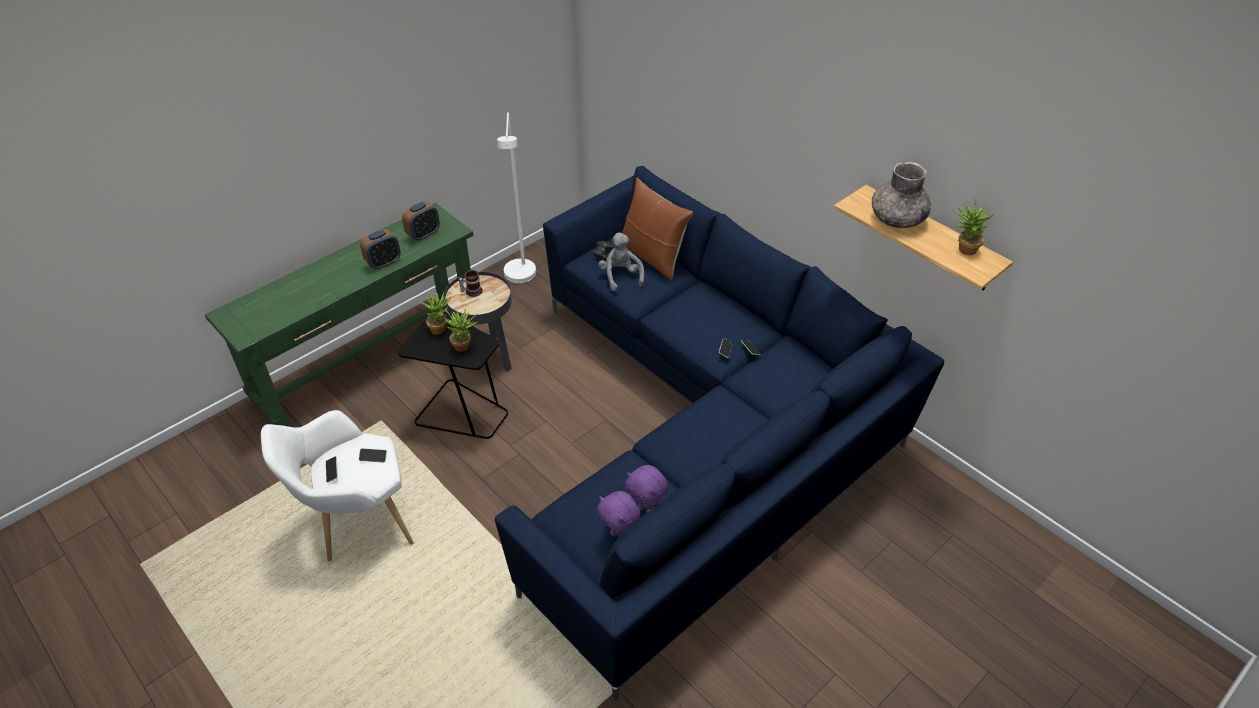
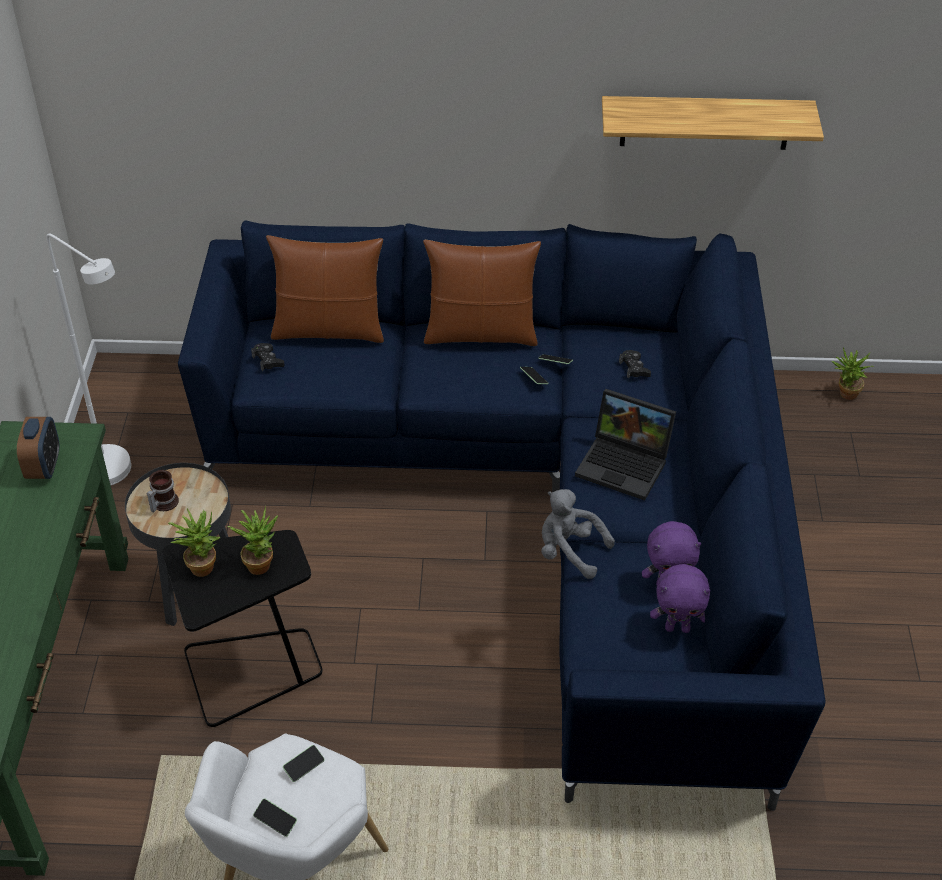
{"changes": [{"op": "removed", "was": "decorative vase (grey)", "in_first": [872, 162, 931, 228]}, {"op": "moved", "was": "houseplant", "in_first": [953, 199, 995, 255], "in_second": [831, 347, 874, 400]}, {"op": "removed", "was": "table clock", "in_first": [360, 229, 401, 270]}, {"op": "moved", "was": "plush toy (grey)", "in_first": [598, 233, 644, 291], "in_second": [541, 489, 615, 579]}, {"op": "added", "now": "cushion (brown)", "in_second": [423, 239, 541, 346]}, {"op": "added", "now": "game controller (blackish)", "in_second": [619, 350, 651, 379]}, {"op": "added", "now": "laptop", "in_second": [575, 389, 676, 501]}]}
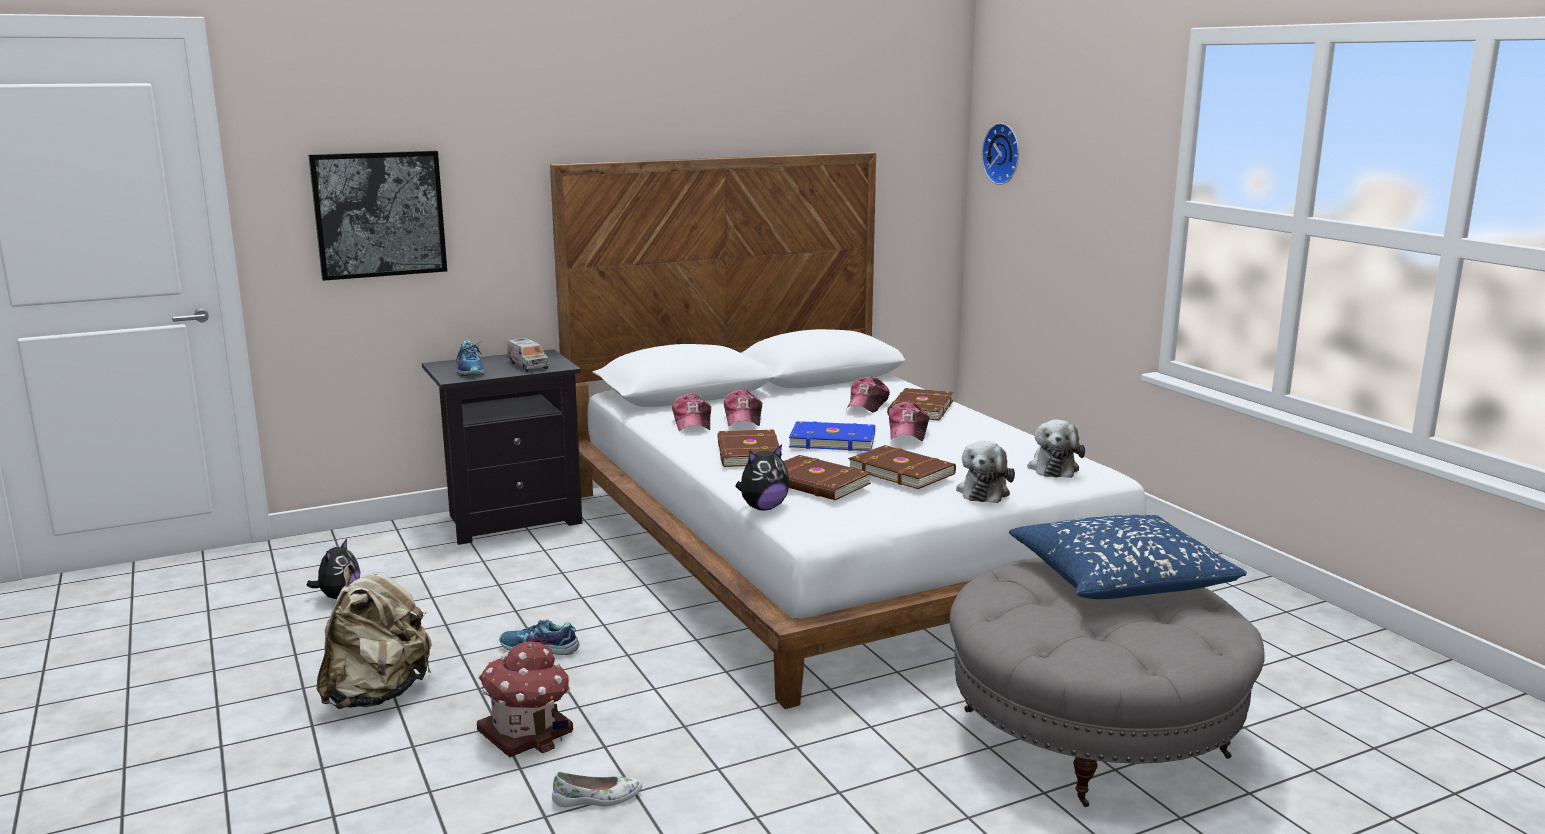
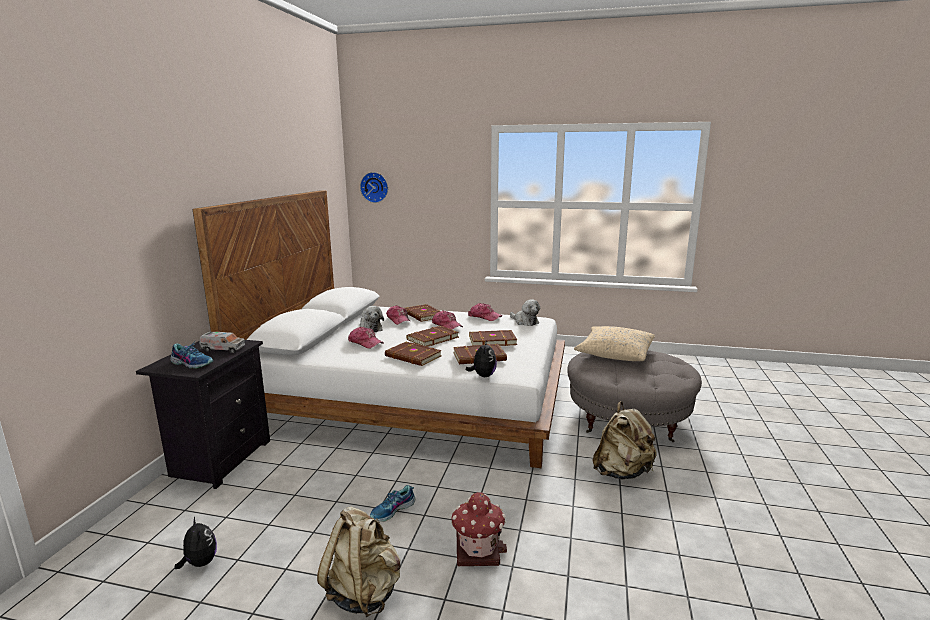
{"changes": [{"op": "removed", "was": "picture", "in_first": [308, 151, 447, 281]}, {"op": "moved", "was": "cap", "in_first": [672, 393, 711, 431], "in_second": [468, 303, 502, 321]}, {"op": "recoloured", "was": "book (bluish)", "now": "book (brown)", "in_first": [789, 421, 875, 451], "in_second": [406, 326, 459, 347]}, {"op": "moved", "was": "plush toy", "in_first": [956, 441, 1015, 503], "in_second": [360, 306, 384, 332]}, {"op": "recoloured", "was": "cushion (bluish)", "now": "cushion (beige)", "in_first": [1009, 515, 1247, 599], "in_second": [574, 326, 655, 361]}, {"op": "removed", "was": "low shoe (white-coloured)", "in_first": [552, 772, 642, 807]}, {"op": "added", "now": "backpack (beige)", "in_second": [592, 401, 657, 480]}]}
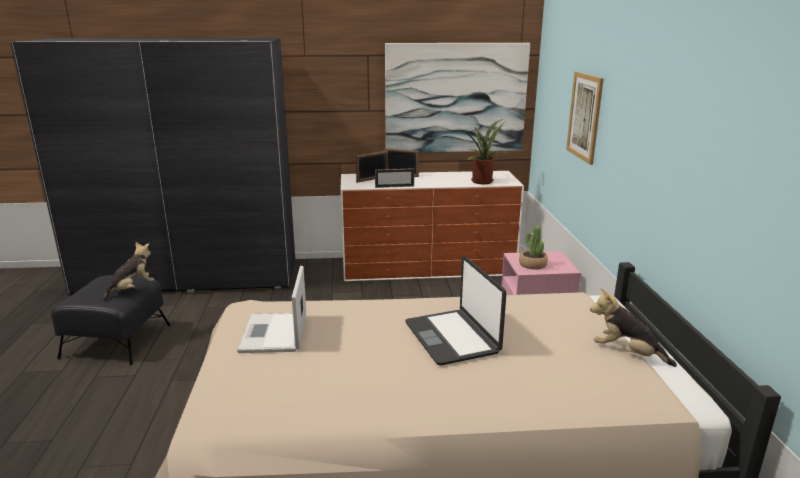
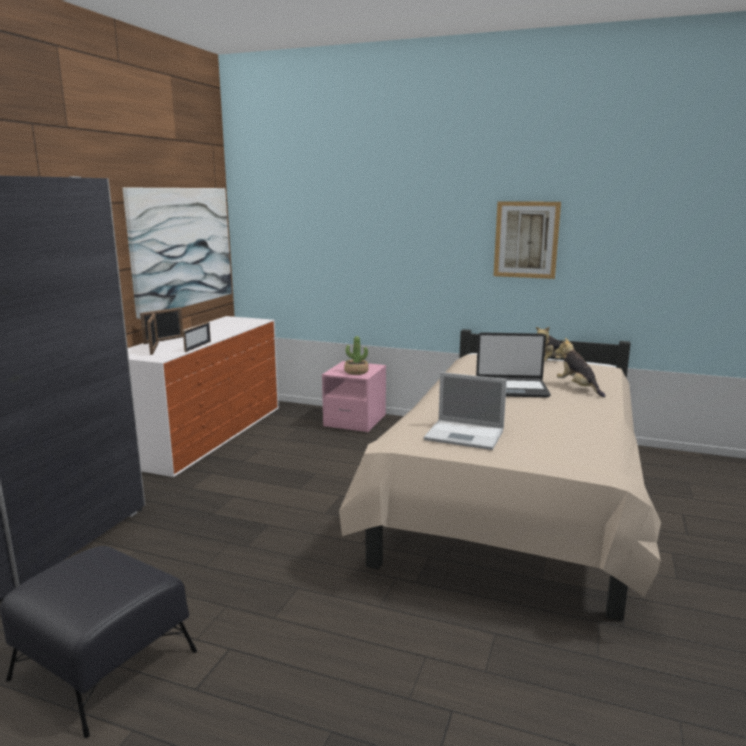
{"changes": [{"op": "moved", "was": "picture", "in_first": [566, 71, 604, 165], "in_second": [494, 201, 561, 279]}, {"op": "removed", "was": "houseplant", "in_first": [460, 119, 509, 184]}, {"op": "moved", "was": "plush toy", "in_first": [102, 242, 154, 301], "in_second": [555, 338, 606, 397]}]}
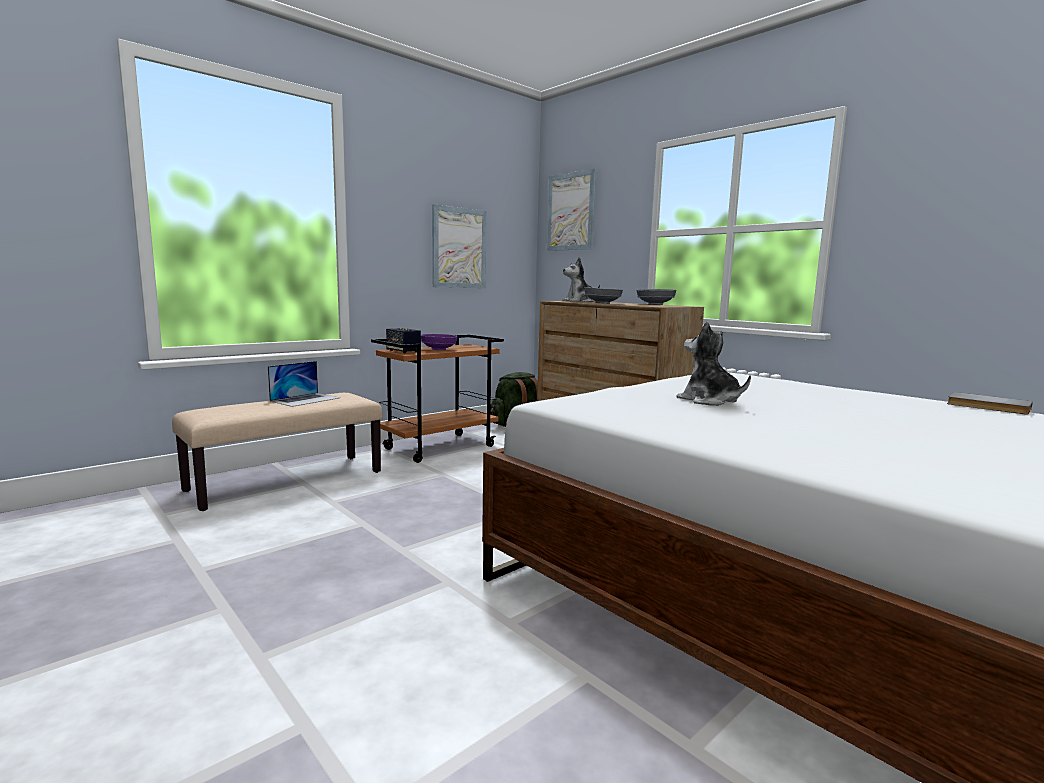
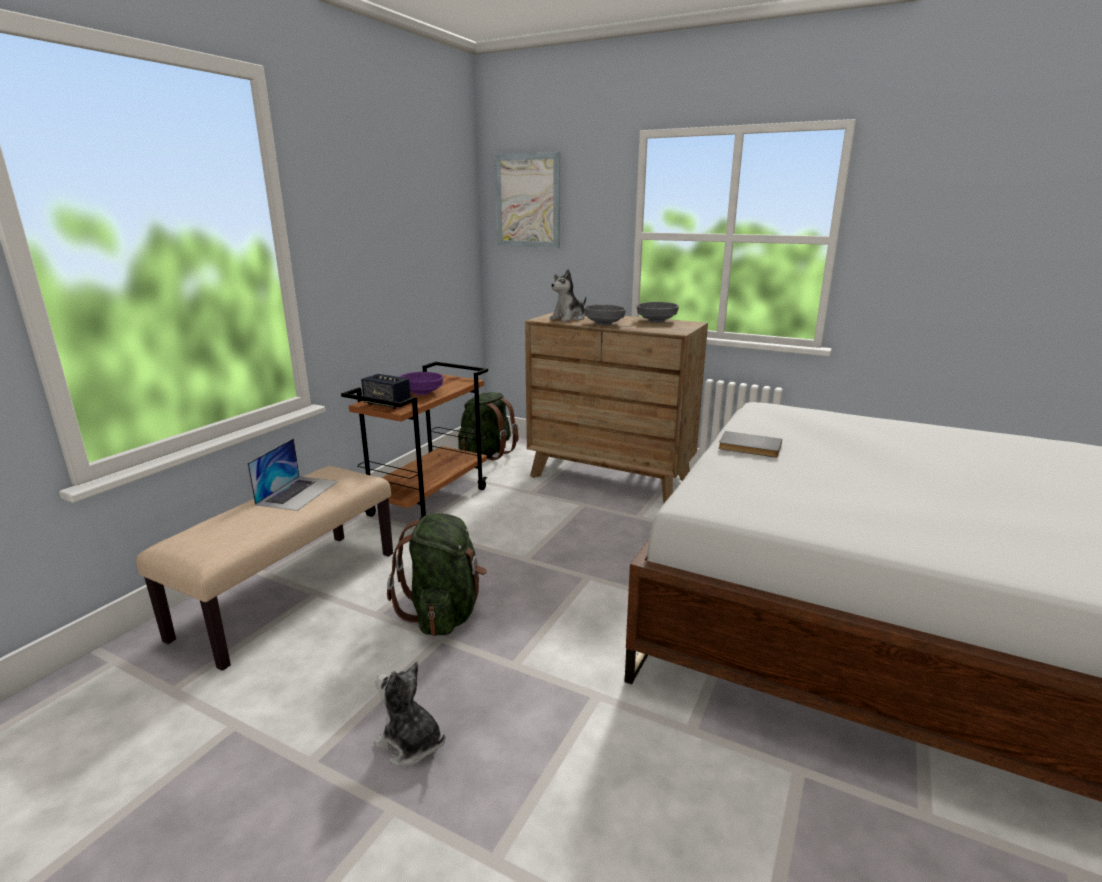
{"changes": [{"op": "removed", "was": "picture", "in_first": [432, 204, 487, 288]}, {"op": "moved", "was": "plush toy", "in_first": [676, 321, 751, 406], "in_second": [374, 661, 445, 766]}, {"op": "moved", "was": "book (grey)", "in_first": [947, 392, 1033, 415], "in_second": [719, 431, 782, 457]}, {"op": "added", "now": "backpack (greenish)", "in_second": [387, 513, 487, 636]}]}
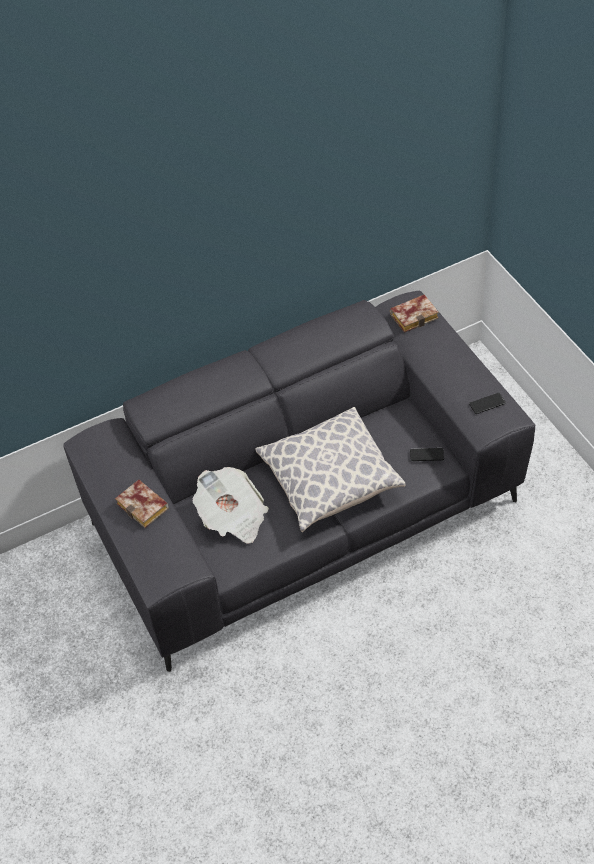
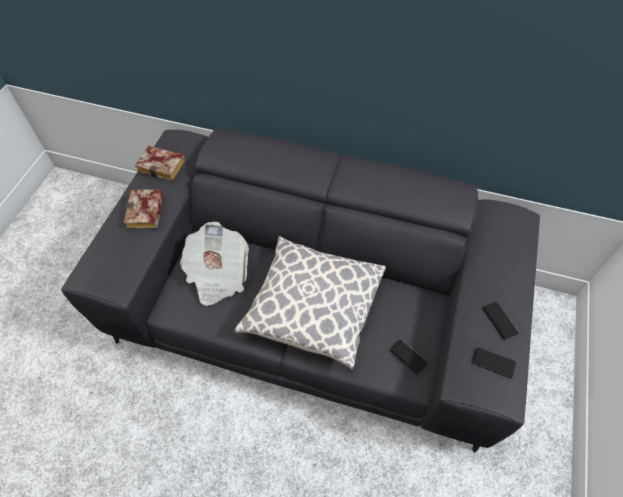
{"changes": [{"op": "moved", "was": "book", "in_first": [390, 295, 439, 333], "in_second": [135, 146, 185, 181]}, {"op": "added", "now": "phone", "in_second": [483, 302, 519, 340]}]}
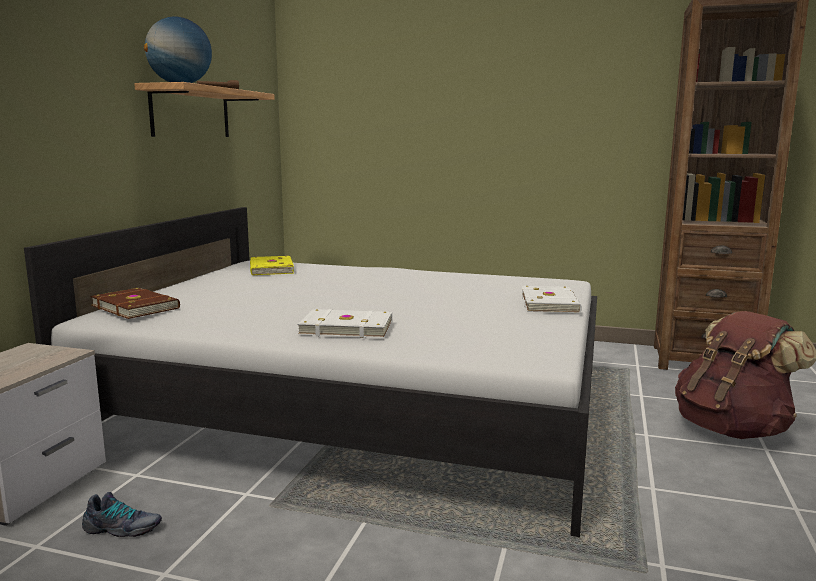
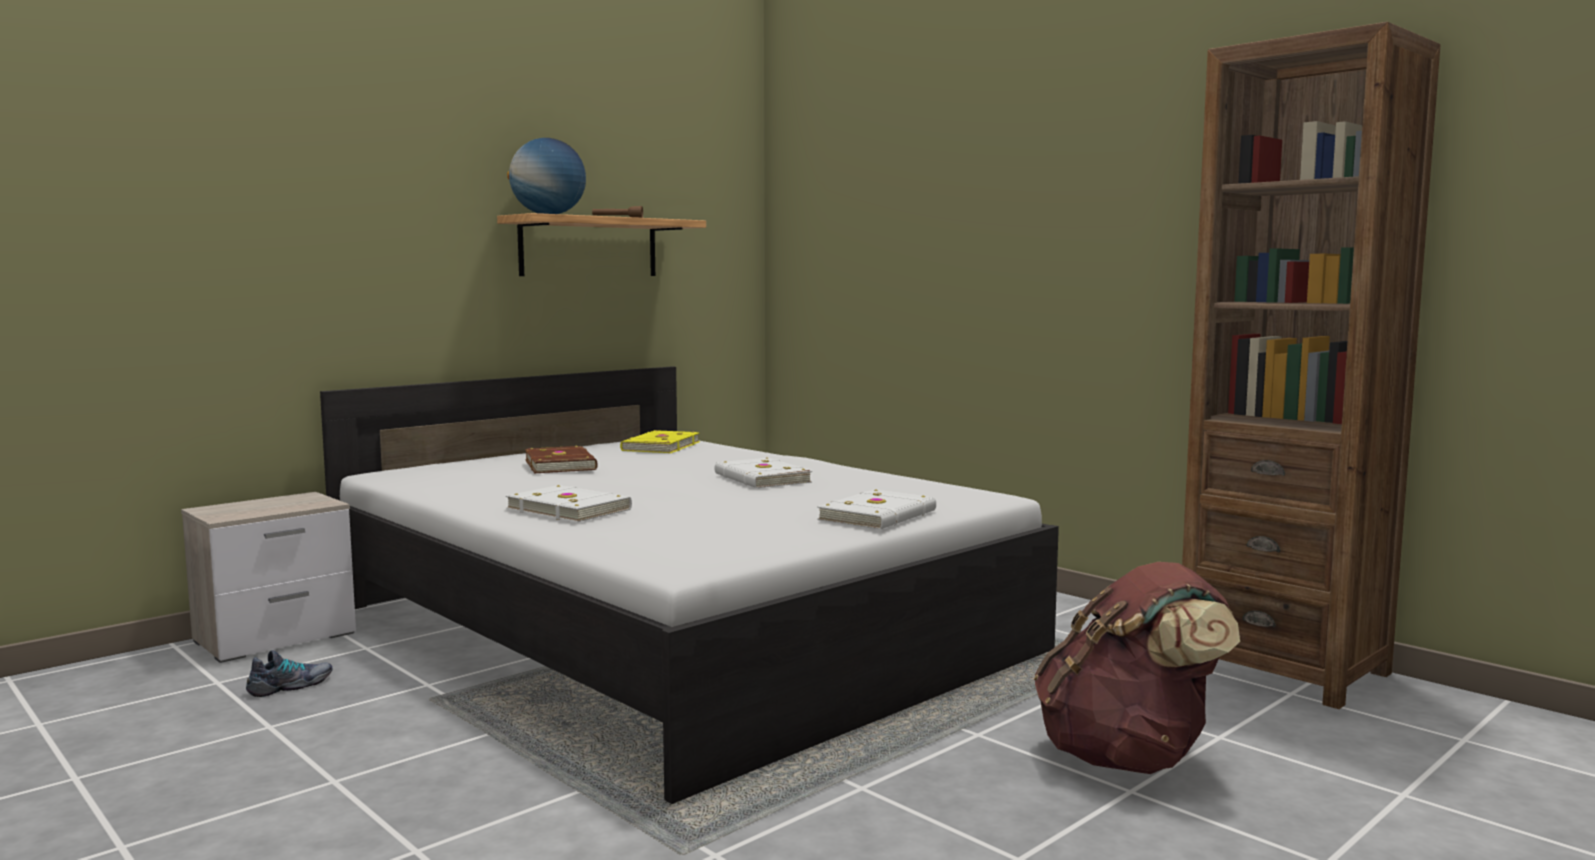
{"changes": [{"op": "moved", "was": "book (brown)", "in_first": [90, 288, 180, 319], "in_second": [525, 446, 598, 473]}, {"op": "turned", "was": "low shoe", "in_first": [82, 492, 162, 537], "in_second": [246, 650, 332, 697], "clockwise": -75}, {"op": "added", "now": "book (white-coloured)", "in_second": [715, 457, 812, 488]}]}
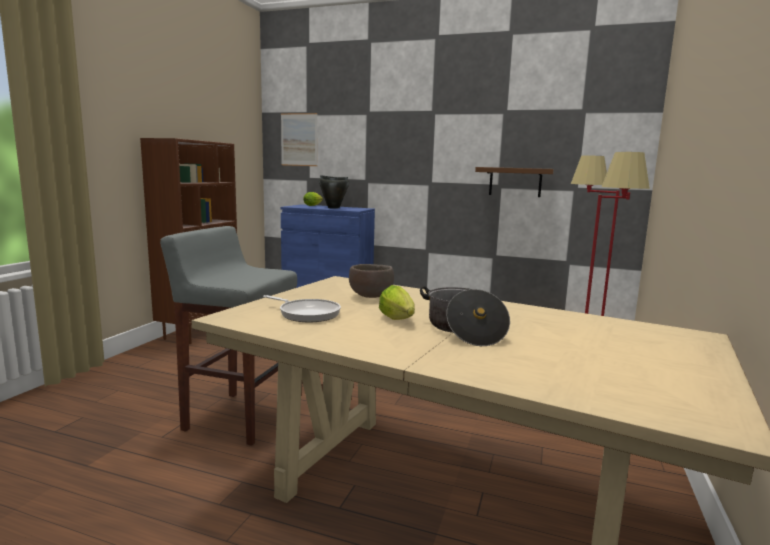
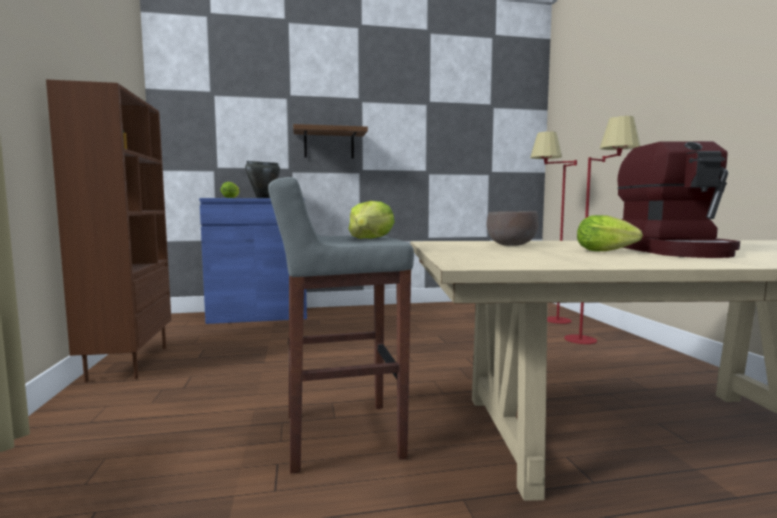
{"changes": [{"op": "removed", "was": "picture", "in_first": [281, 113, 318, 166]}, {"op": "moved", "was": "shelf (brown)", "in_first": [475, 167, 554, 197], "in_second": [293, 124, 368, 159]}, {"op": "replaced", "was": "cooking pot", "now": "coffee maker", "in_first": [420, 286, 510, 346], "in_second": [617, 141, 740, 258]}, {"op": "removed", "was": "frying pan", "in_first": [263, 295, 341, 322]}, {"op": "added", "now": "head of lettuce", "in_second": [349, 201, 395, 239]}]}
